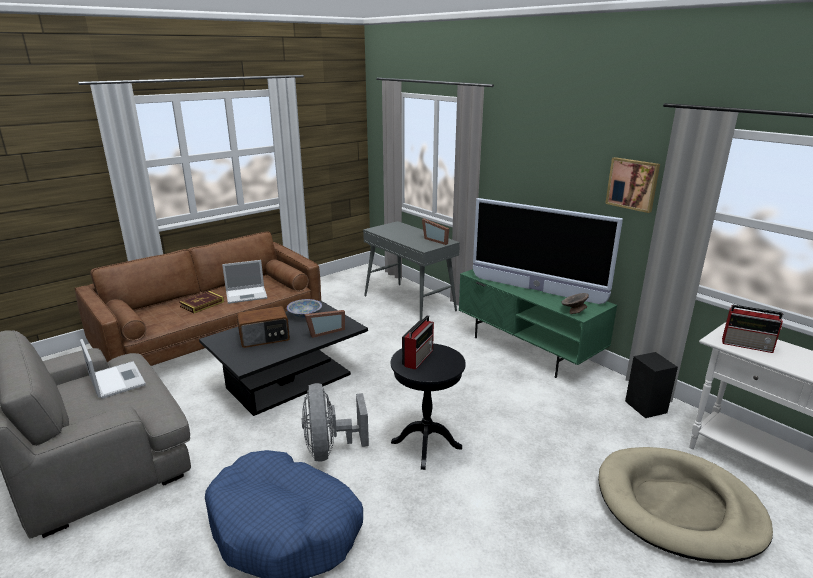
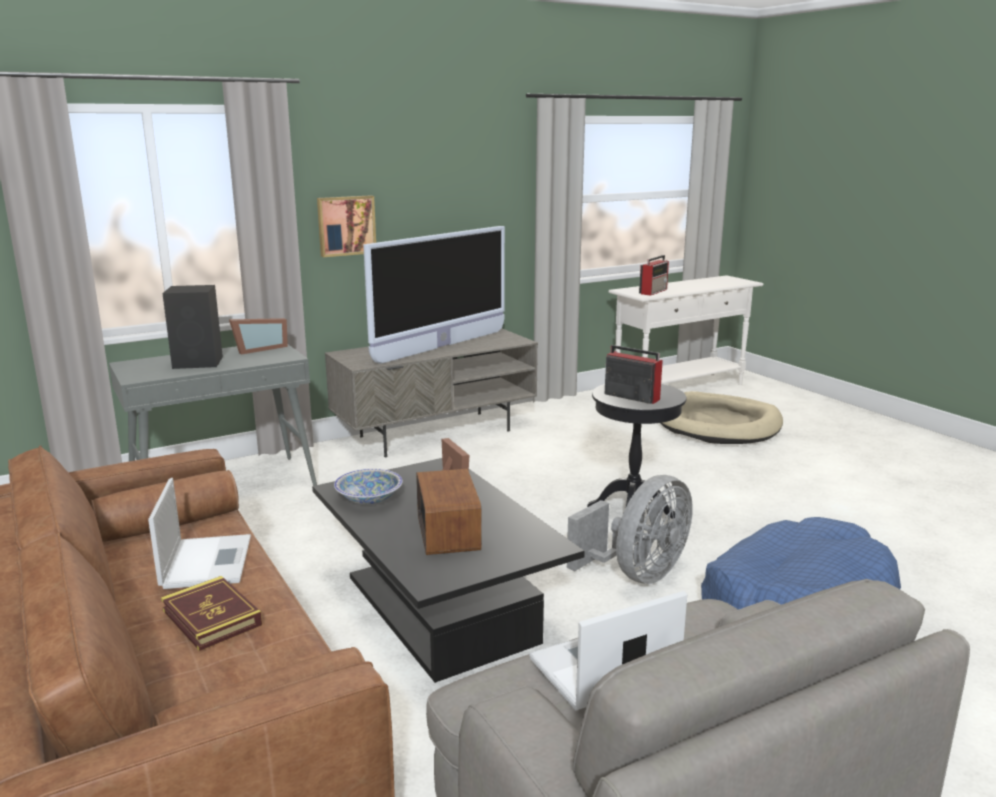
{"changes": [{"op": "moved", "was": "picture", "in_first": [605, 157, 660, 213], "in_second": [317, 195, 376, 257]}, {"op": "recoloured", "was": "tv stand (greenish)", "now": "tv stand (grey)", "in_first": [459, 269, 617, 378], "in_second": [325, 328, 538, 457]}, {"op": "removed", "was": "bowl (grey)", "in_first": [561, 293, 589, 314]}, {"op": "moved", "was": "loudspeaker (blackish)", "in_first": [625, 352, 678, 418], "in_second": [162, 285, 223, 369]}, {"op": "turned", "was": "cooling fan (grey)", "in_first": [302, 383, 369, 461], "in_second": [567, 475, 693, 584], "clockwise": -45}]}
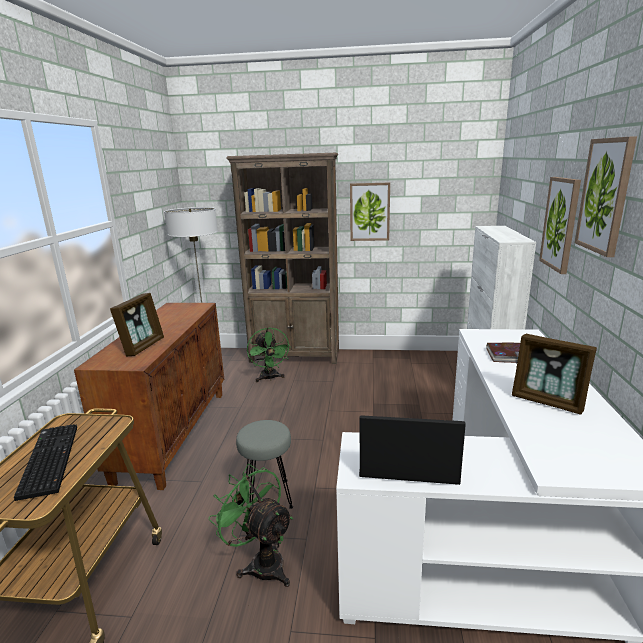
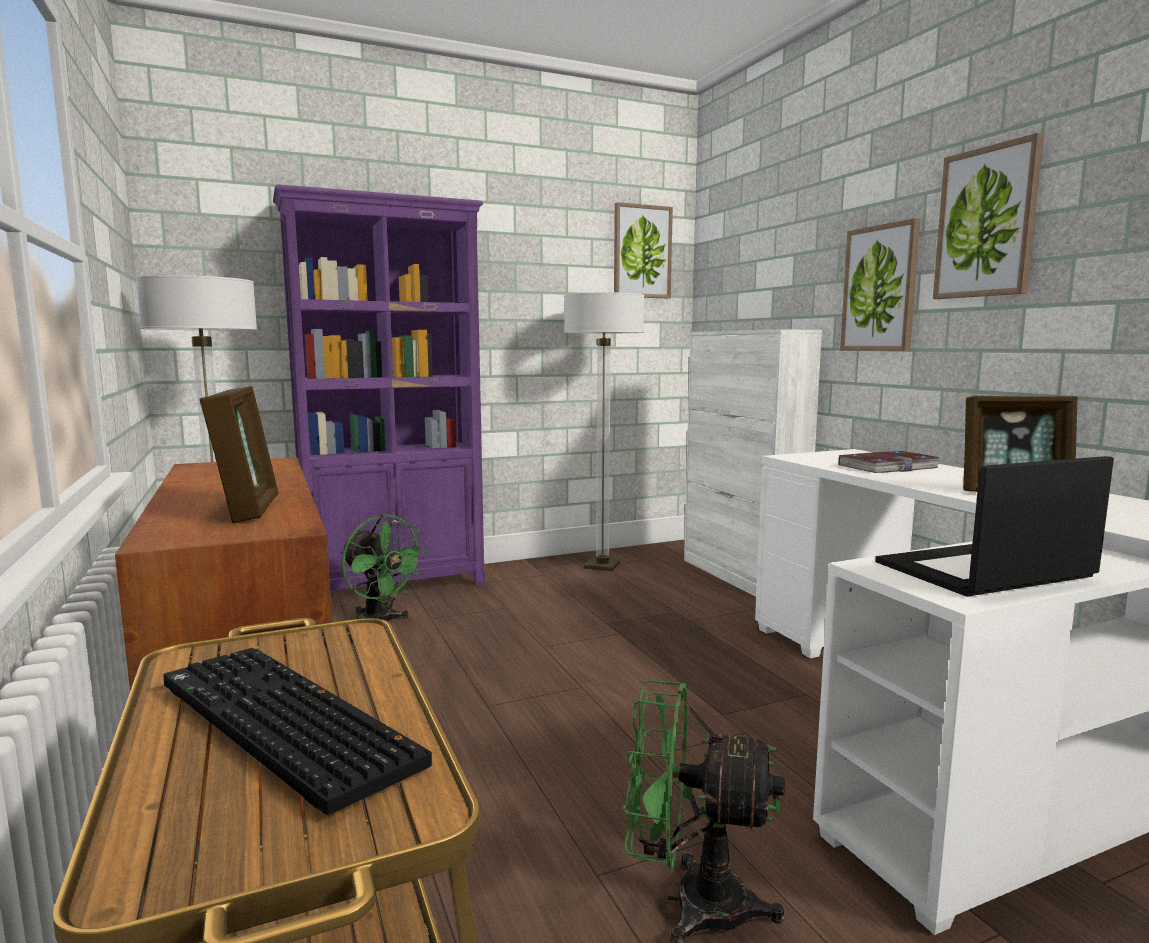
{"changes": [{"op": "recoloured", "was": "bookshelf (brown)", "now": "bookshelf (purple)", "in_first": [226, 153, 339, 364], "in_second": [273, 185, 485, 591]}, {"op": "moved", "was": "picture", "in_first": [350, 183, 390, 241], "in_second": [614, 202, 673, 298]}, {"op": "removed", "was": "stool seat (grey)", "in_first": [236, 420, 293, 509]}, {"op": "added", "now": "standing lamp", "in_second": [564, 292, 644, 571]}]}
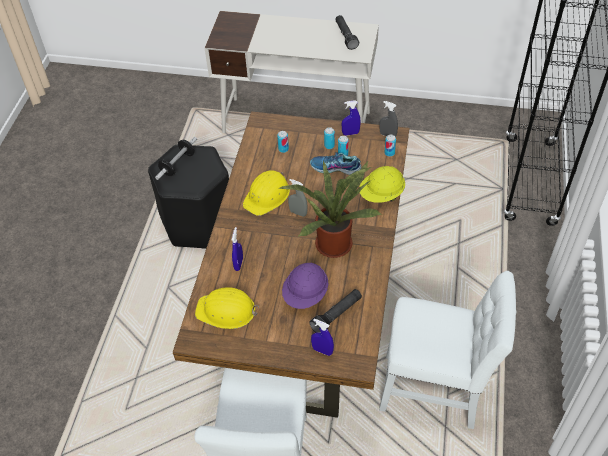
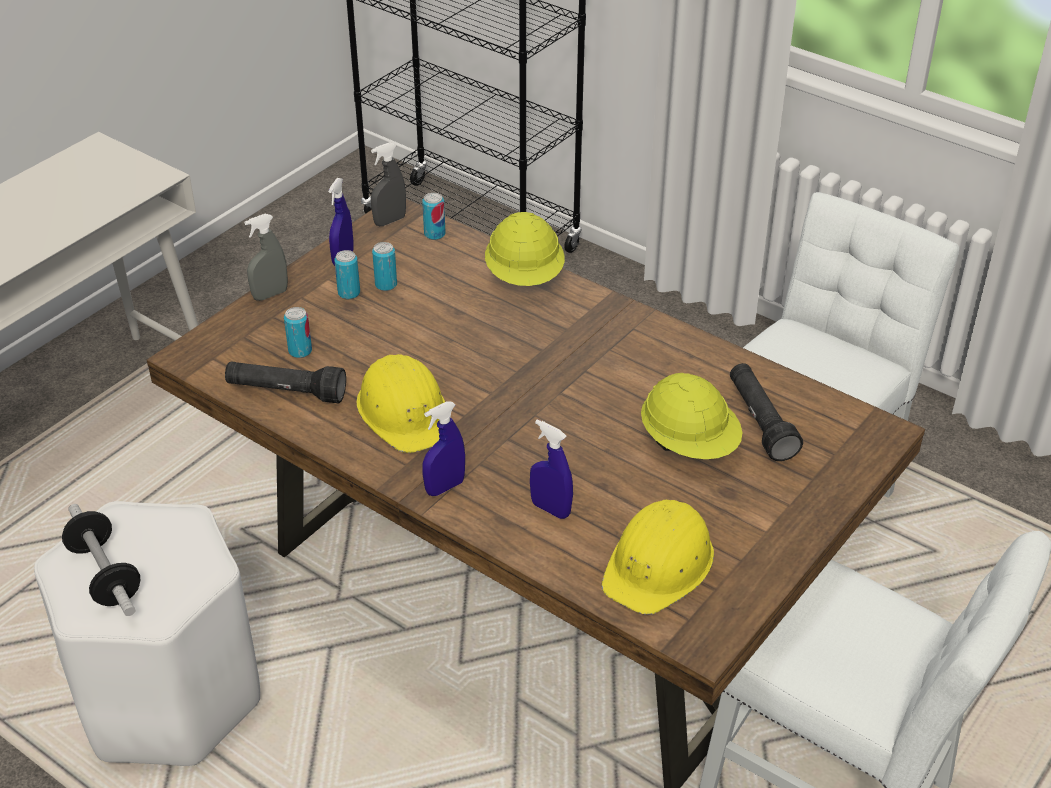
{"changes": [{"op": "moved", "was": "hand torch (blackish)", "in_first": [335, 15, 359, 50], "in_second": [225, 362, 346, 403]}, {"op": "recoloured", "was": "stool seat (blackish)", "now": "stool seat (white-coloured)", "in_first": [148, 144, 229, 249], "in_second": [34, 501, 260, 766]}, {"op": "removed", "was": "low shoe", "in_first": [310, 152, 362, 175]}, {"op": "removed", "was": "houseplant", "in_first": [279, 161, 382, 258]}, {"op": "moved", "was": "spray bottle (grey)", "in_first": [288, 179, 308, 217], "in_second": [244, 214, 288, 301]}, {"op": "recoloured", "was": "safety helmet (purple)", "now": "safety helmet (yellow)", "in_first": [282, 263, 328, 309], "in_second": [641, 373, 742, 459]}, {"op": "moved", "was": "spray bottle (bluish)", "in_first": [311, 319, 334, 356], "in_second": [422, 401, 465, 496]}]}
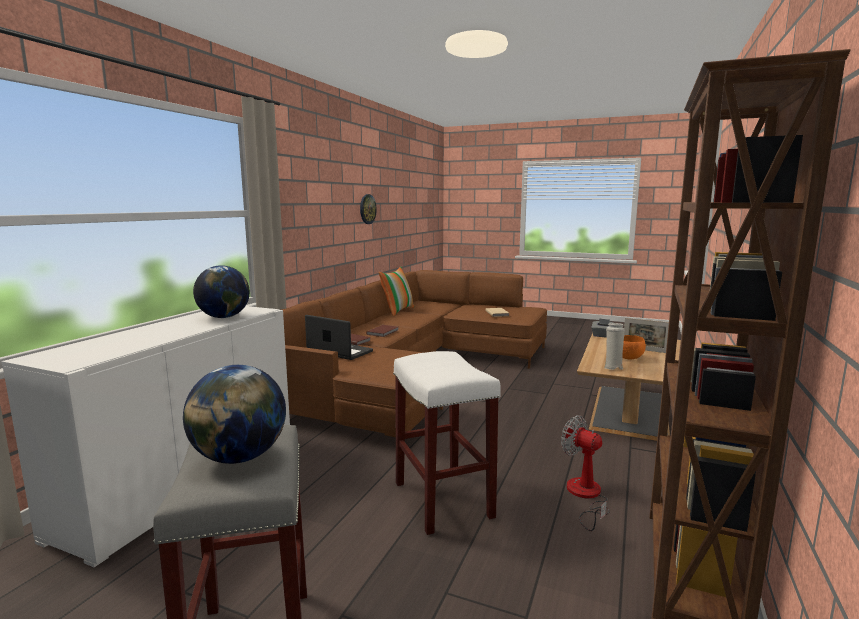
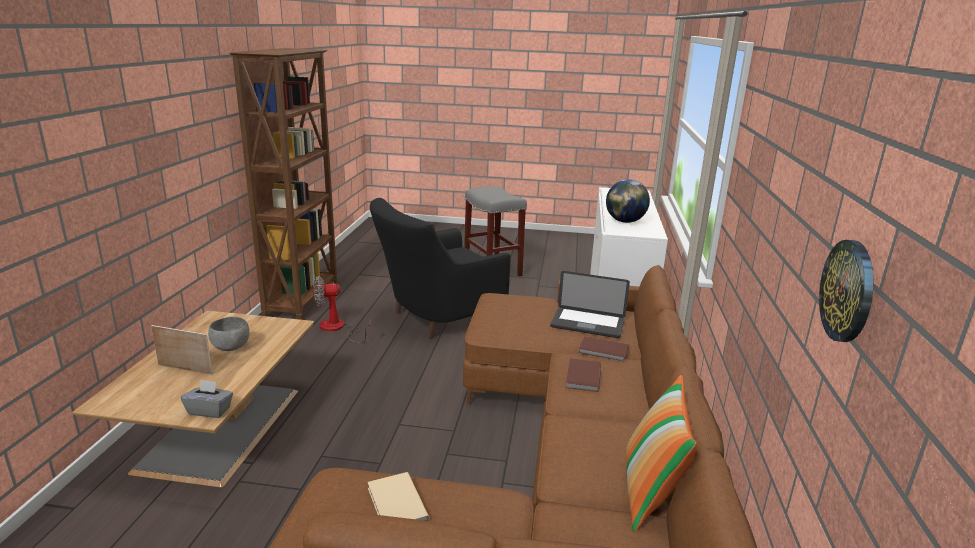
{"changes": [{"op": "removed", "was": "decorative vase (white-coloured)", "in_first": [604, 323, 625, 370]}, {"op": "recoloured", "was": "bowl (orangey)", "now": "bowl (grey)", "in_first": [622, 335, 646, 359], "in_second": [208, 317, 249, 351]}, {"op": "replaced", "was": "stool seat (white-coloured)", "now": "armchair (blackish)", "in_first": [393, 351, 501, 535], "in_second": [370, 198, 511, 340]}, {"op": "removed", "was": "desk globe", "in_first": [183, 365, 286, 464]}, {"op": "turned", "was": "cooling fan", "in_first": [561, 415, 609, 531], "in_second": [313, 276, 371, 343], "clockwise": 135}]}
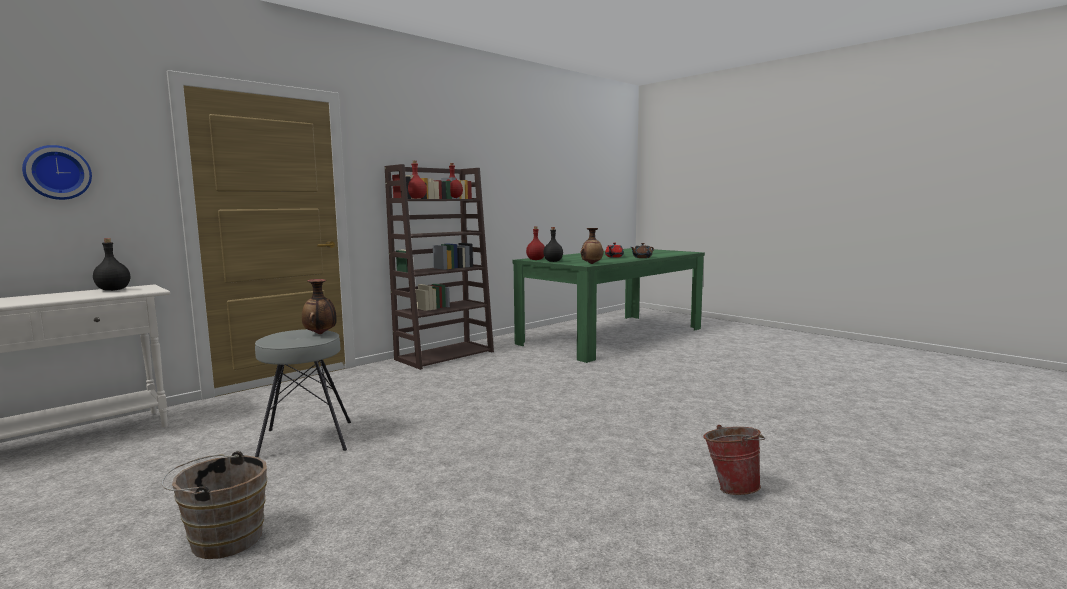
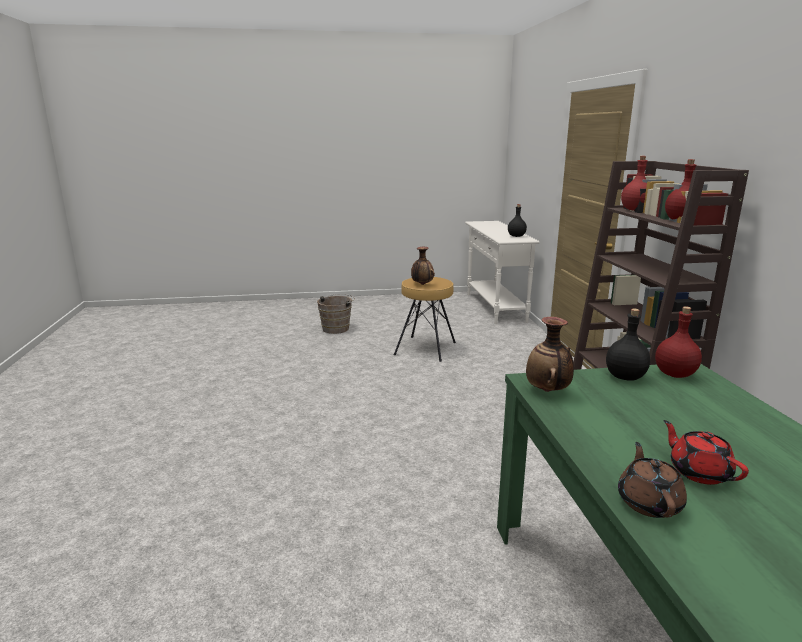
{"changes": [{"op": "removed", "was": "wall clock", "in_first": [22, 145, 92, 200]}, {"op": "recoloured", "was": "stool seat (grey)", "now": "stool seat (brown)", "in_first": [255, 329, 351, 458], "in_second": [394, 277, 456, 362]}, {"op": "removed", "was": "pail", "in_first": [703, 425, 765, 495]}]}
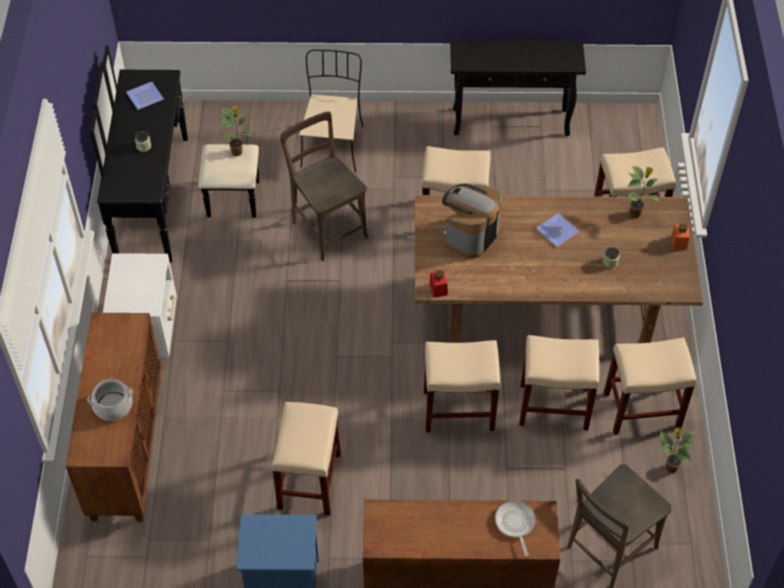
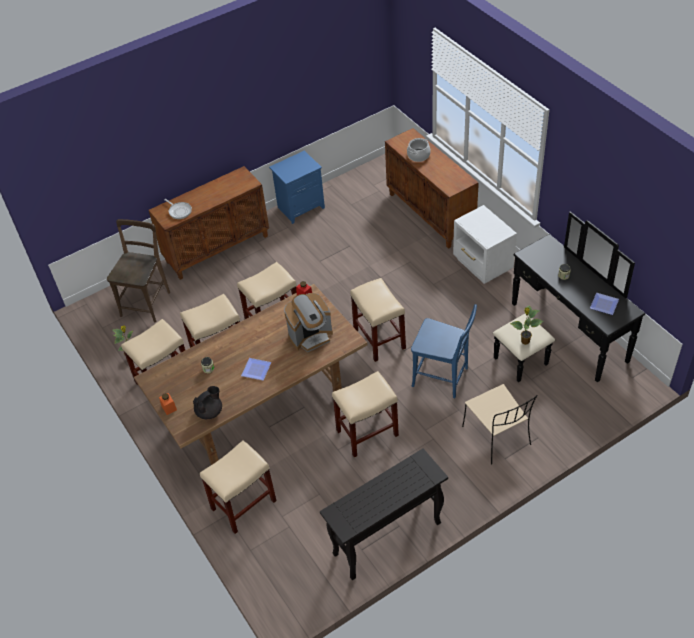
{"changes": [{"op": "recoloured", "was": "chair (brown)", "now": "chair (bluish)", "in_first": [280, 111, 368, 261], "in_second": [411, 304, 477, 398]}, {"op": "replaced", "was": "houseplant", "now": "teapot (blackish)", "in_first": [626, 166, 659, 218], "in_second": [193, 386, 222, 419]}, {"op": "turned", "was": "coffee maker", "in_first": [442, 184, 502, 259], "in_second": [284, 293, 333, 352], "clockwise": 60}, {"op": "moved", "was": "stool seat (beige)", "in_first": [271, 402, 341, 516], "in_second": [350, 278, 406, 362]}]}
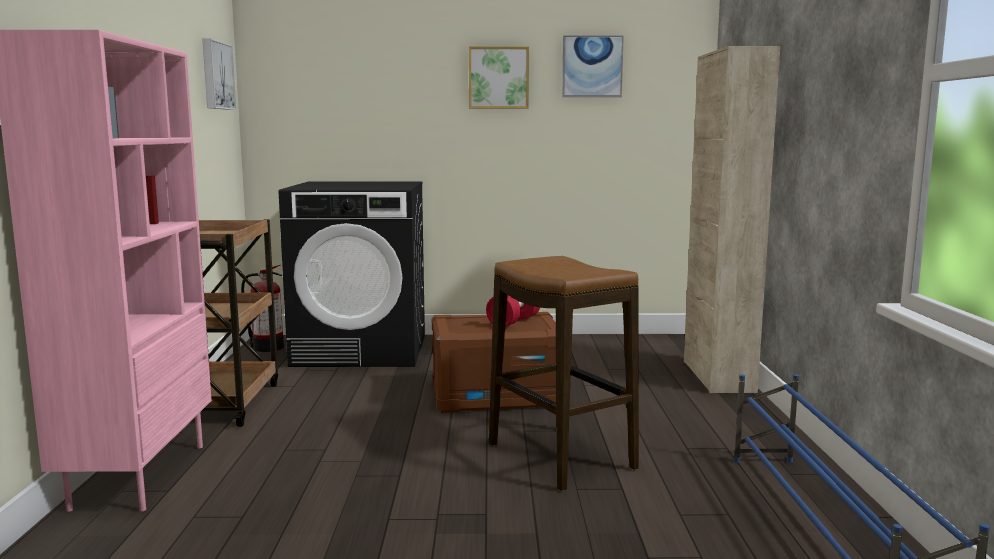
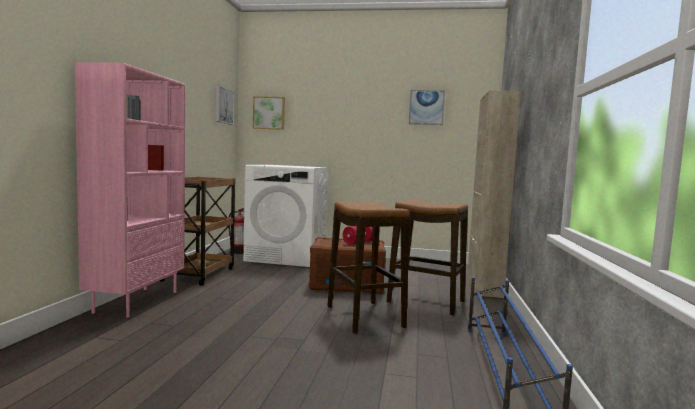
{"changes": [{"op": "moved", "was": "picture", "in_first": [469, 46, 529, 108], "in_second": [253, 96, 285, 130]}, {"op": "recoloured", "was": "washing machine (blackish)", "now": "washing machine (white-coloured)", "in_first": [279, 181, 425, 367], "in_second": [243, 165, 329, 267]}, {"op": "added", "now": "stool seat", "in_second": [386, 200, 468, 316]}]}
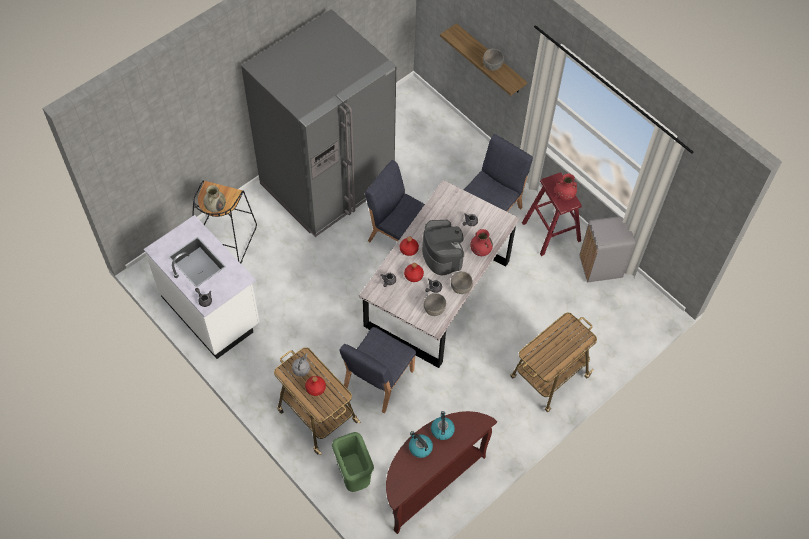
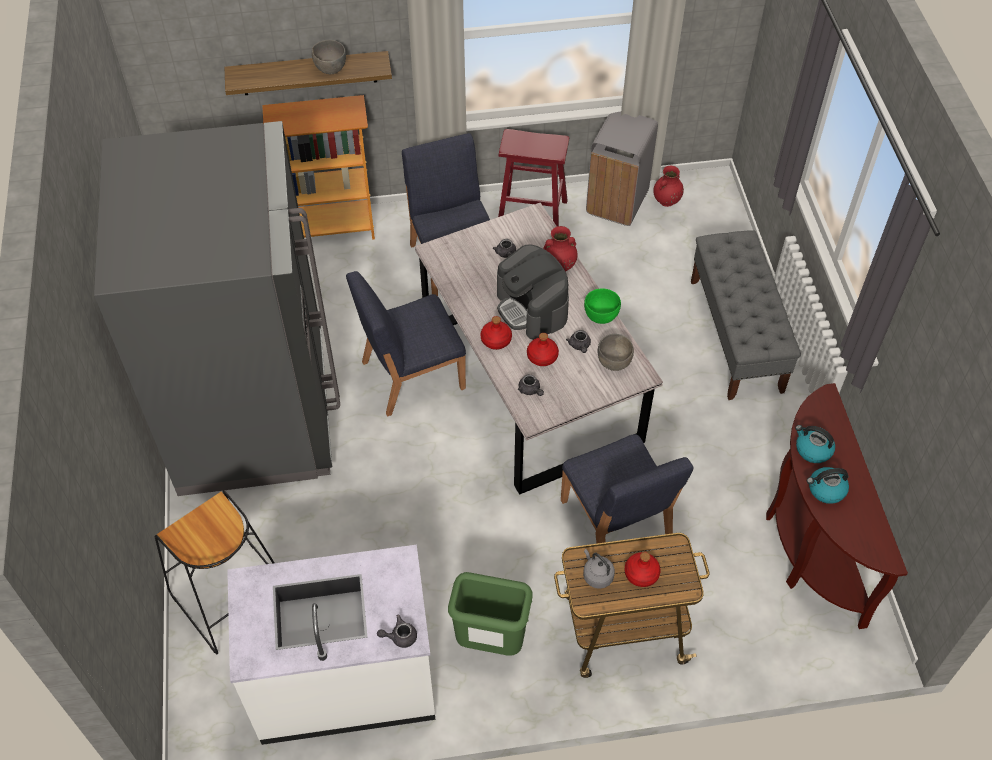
{"changes": [{"op": "moved", "was": "decorative vase (red)", "in_first": [555, 173, 577, 201], "in_second": [653, 166, 684, 207]}, {"op": "removed", "was": "decorative vase (beige)", "in_first": [204, 185, 226, 212]}, {"op": "turned", "was": "coffee maker", "in_first": [422, 220, 464, 275], "in_second": [497, 245, 569, 340], "clockwise": -135}, {"op": "recoloured", "was": "bowl (grey)", "now": "bowl (greenish)", "in_first": [451, 271, 473, 294], "in_second": [584, 288, 621, 324]}, {"op": "replaced", "was": "cart", "now": "bench (grey)", "in_first": [510, 313, 597, 412], "in_second": [691, 231, 801, 400]}, {"op": "moved", "was": "trash can (greenish)", "in_first": [332, 432, 374, 492], "in_second": [448, 572, 533, 656]}, {"op": "added", "now": "bookshelf", "in_second": [262, 95, 375, 240]}]}
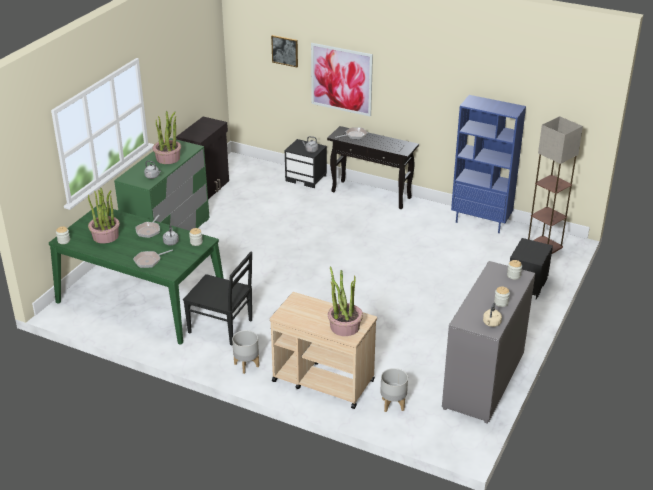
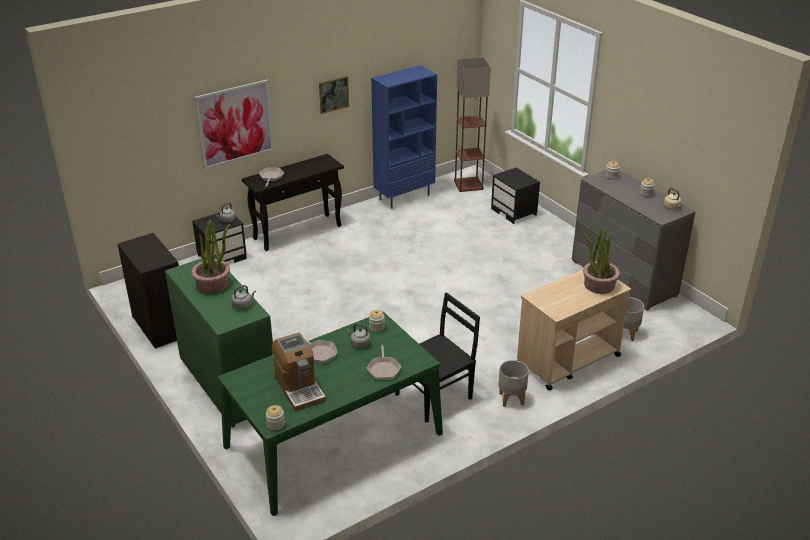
{"changes": [{"op": "moved", "was": "picture", "in_first": [271, 35, 298, 67], "in_second": [319, 76, 349, 114]}, {"op": "replaced", "was": "houseplant", "now": "coffee maker", "in_first": [88, 188, 120, 244], "in_second": [272, 333, 326, 412]}]}
